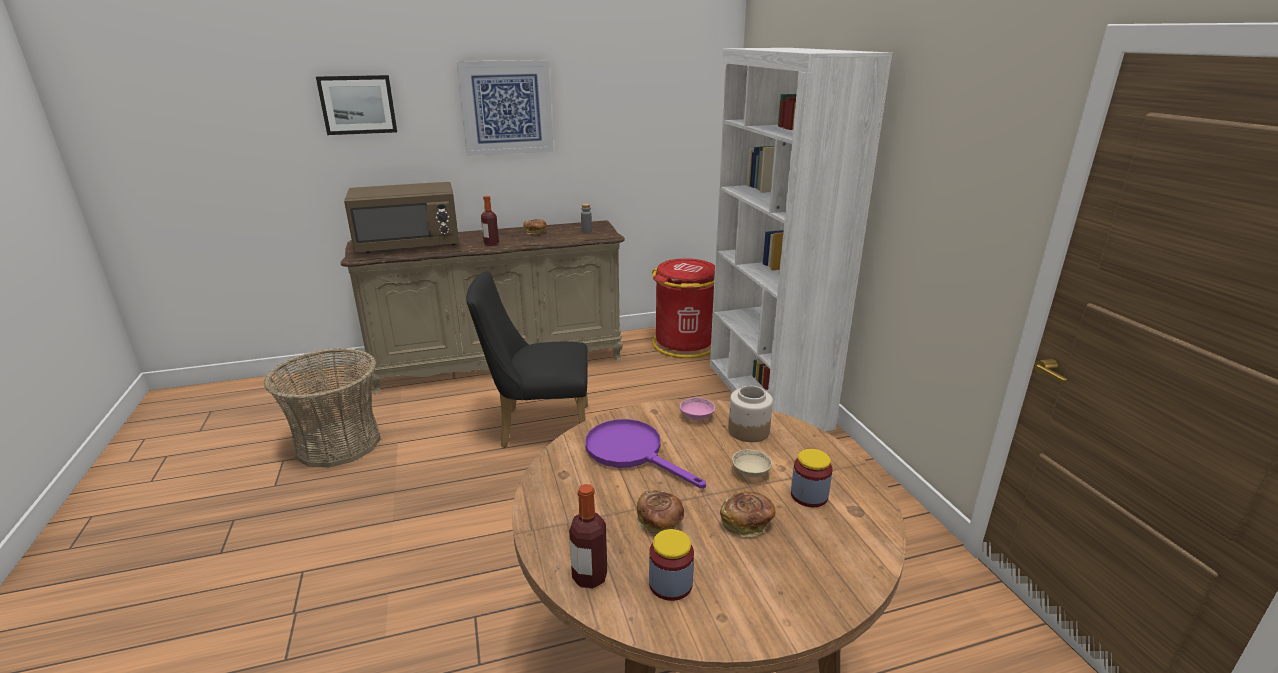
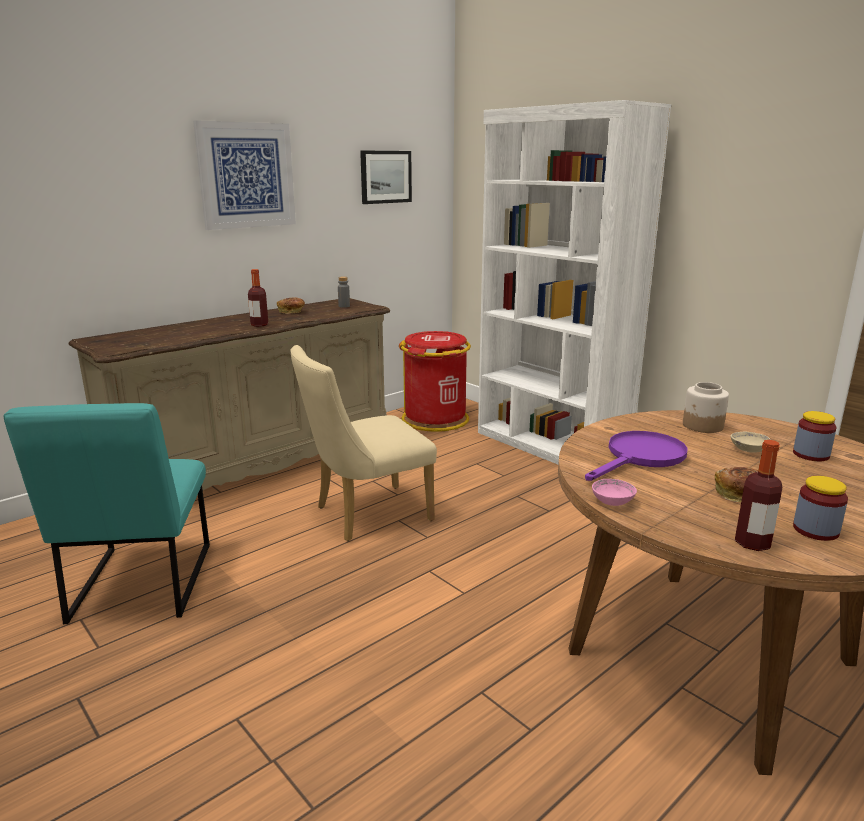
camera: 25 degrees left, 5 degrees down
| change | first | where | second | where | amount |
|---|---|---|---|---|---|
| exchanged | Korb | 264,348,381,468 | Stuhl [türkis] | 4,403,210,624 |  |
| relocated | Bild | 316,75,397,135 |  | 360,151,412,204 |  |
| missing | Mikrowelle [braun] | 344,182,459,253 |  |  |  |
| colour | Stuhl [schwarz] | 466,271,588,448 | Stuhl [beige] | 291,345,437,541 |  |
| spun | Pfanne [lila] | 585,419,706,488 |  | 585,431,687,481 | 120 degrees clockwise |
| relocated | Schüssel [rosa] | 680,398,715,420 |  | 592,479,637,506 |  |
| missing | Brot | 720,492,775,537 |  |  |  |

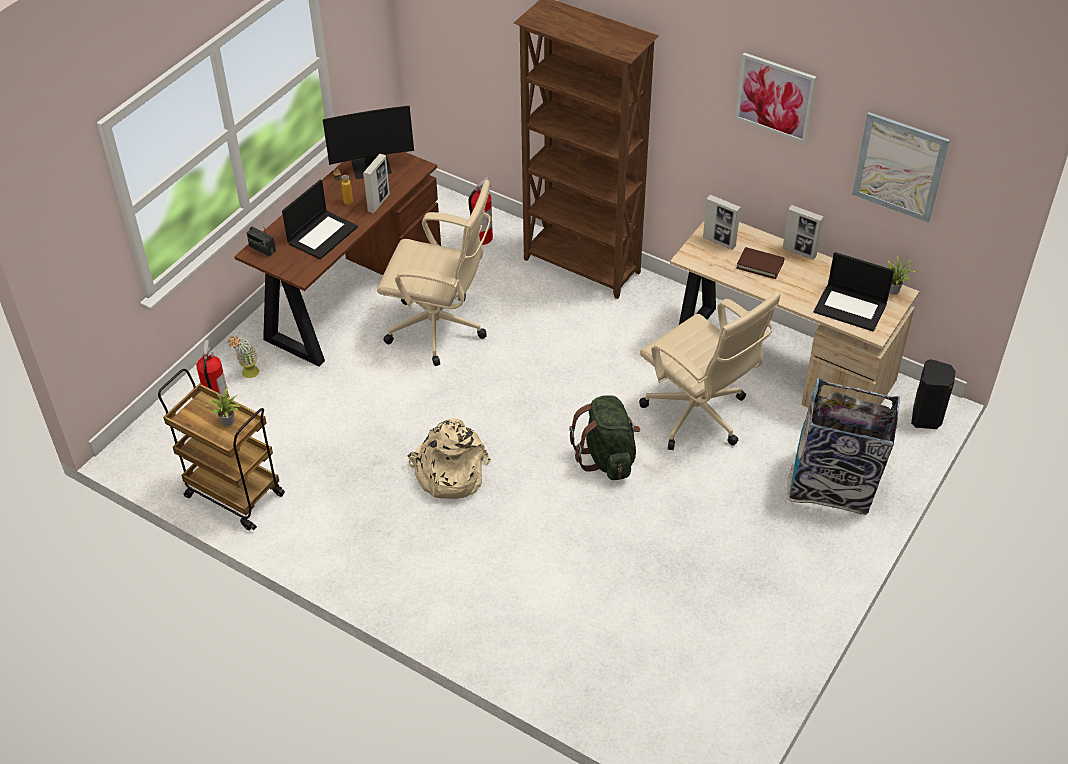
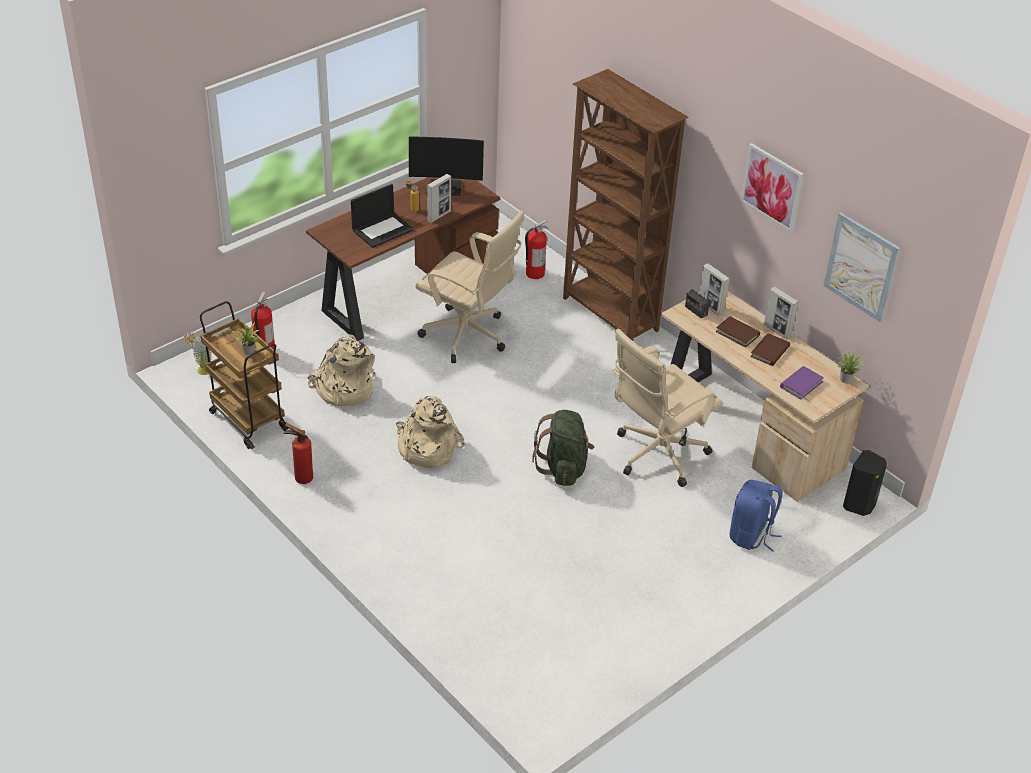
camera: 15 degrees right, 5 degrees down
| change | first | where | second | where | amount |
|---|---|---|---|---|---|
| relocated | Topfpflanze | 227,335,259,378 |  | 184,333,212,375 |  |
| relocated | Radio | 247,224,276,257 |  | 685,289,710,319 |  |
| spun | Bürostuhl [beige] | 639,291,781,450 |  | 612,329,723,487 | 75 degrees clockwise |
| exchanged | Mülleimer | 787,376,901,515 | Rucksack [blau] | 730,480,783,552 |  |
| exchanged | Laptop | 814,252,894,332 | Buch [lila] | 780,366,824,400 |  |
| appeared |  |  | Feuerlöscher | 283,423,313,484 |  |
| appeared |  |  | Rucksack [beige] | 308,334,376,406 |  |
| appeared |  |  | Buch [braun] | 750,333,790,366 |  |

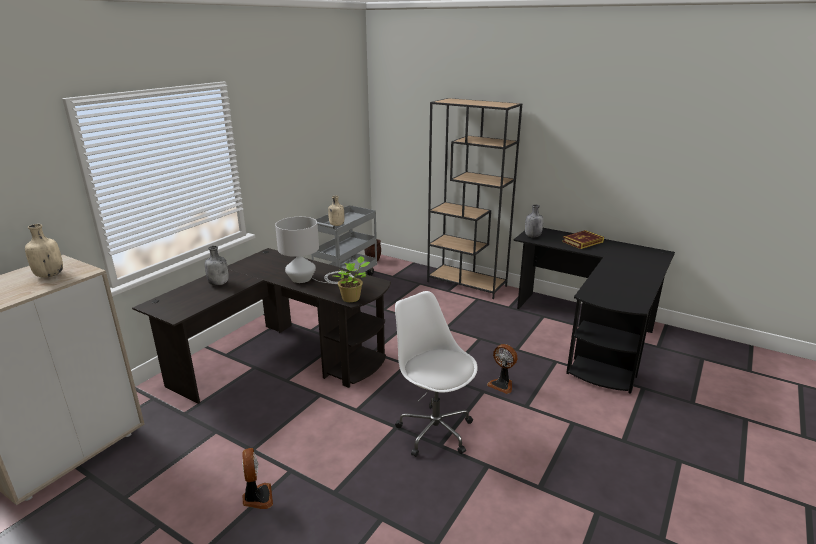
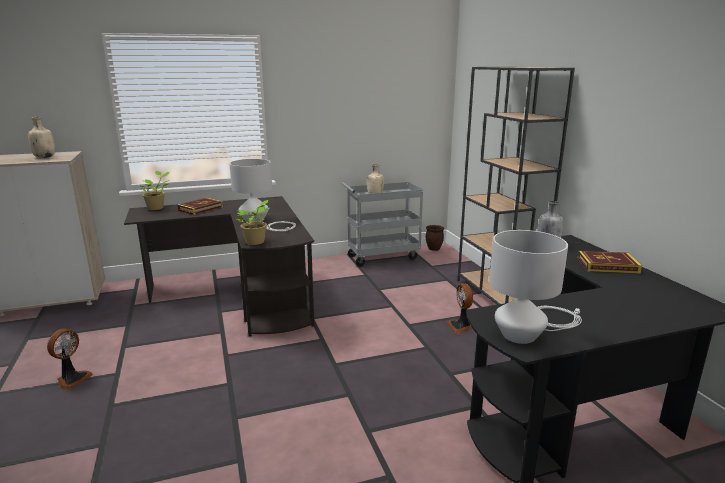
camera: 40 degrees right, 5 degrees down
| change | first | where | second | where | amount |
|---|---|---|---|---|---|
| exchanged | Flasche [grau] | 205,246,229,286 | Buch | 177,198,223,215 |  |
| missing | Bürostuhl [weiß] | 395,291,478,457 |  |  |  |
| relocated | Ventilator | 487,344,517,394 |  | 447,283,473,333 |  |
| appeared |  |  | Topfpflanze | 140,171,170,210 |  |
| appeared |  |  | Tischlampe [weiß] | 489,230,582,344 |  |

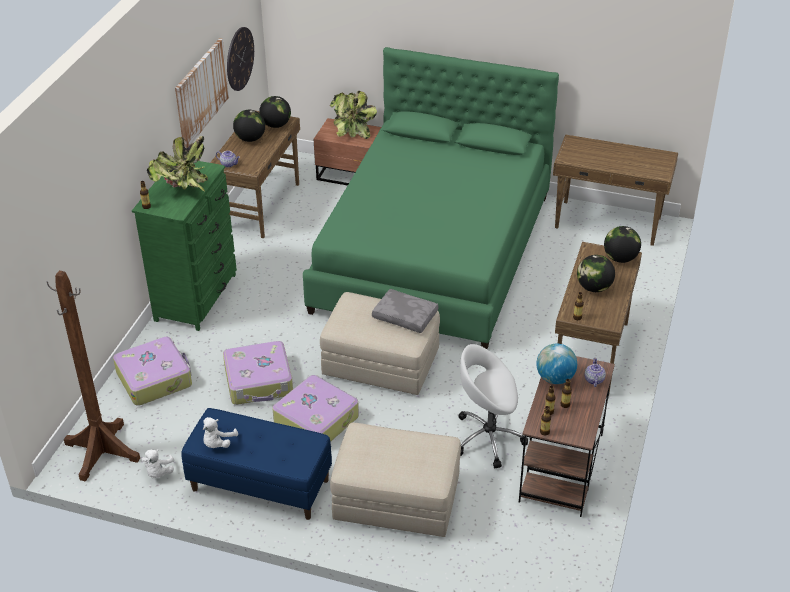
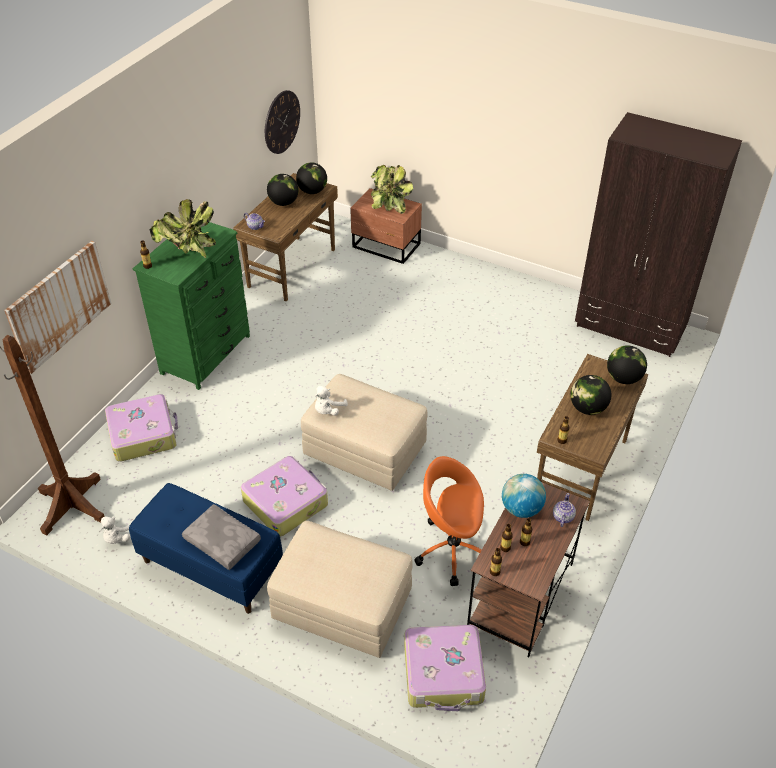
camera: 10 degrees right, 5 degrees up
| change | first | where | second | where | amount |
|---|---|---|---|---|---|
| relocated | Bild | 175,38,229,148 |  | 4,241,112,374 |  |
| relocated | Plüschtier [weiß] | 203,417,238,448 |  | 315,386,348,416 |  |
| relocated | Koffer | 223,341,293,405 |  | 404,625,486,711 |  |
| missing | Bett [grün] | 303,47,559,349 |  |  |  |
| relocated | Kissen [grau] | 372,289,439,333 |  | 182,504,261,570 |  |
| colour | Bürostuhl [weiß] | 458,344,528,468 | Bürostuhl [orange] | 415,456,484,586 |  |
| exchanged | Konsolentisch [braun] | 553,135,678,246 | Kleiderschrank [braun] | 575,112,742,357 |  |

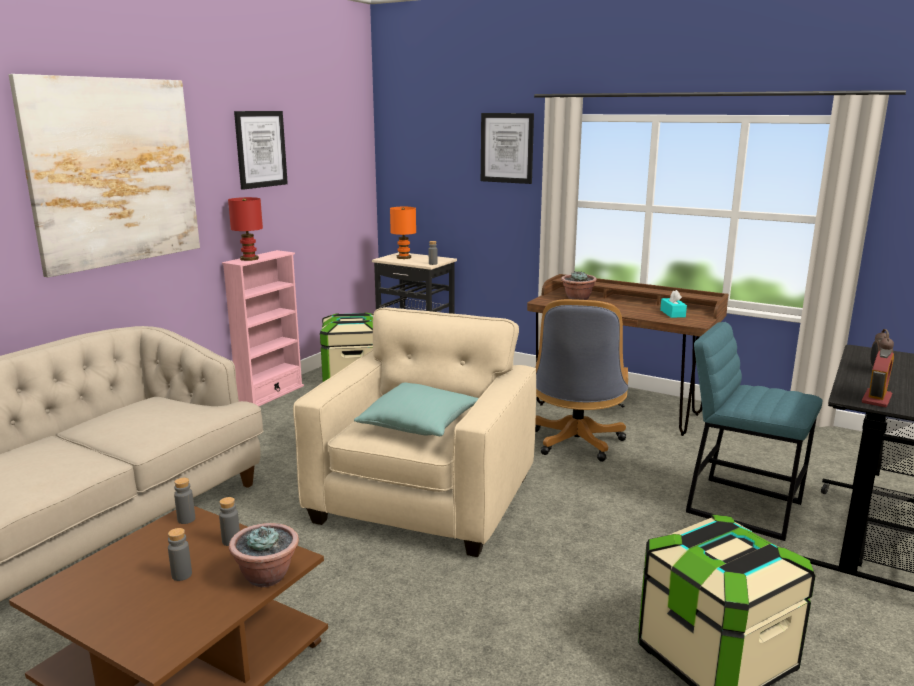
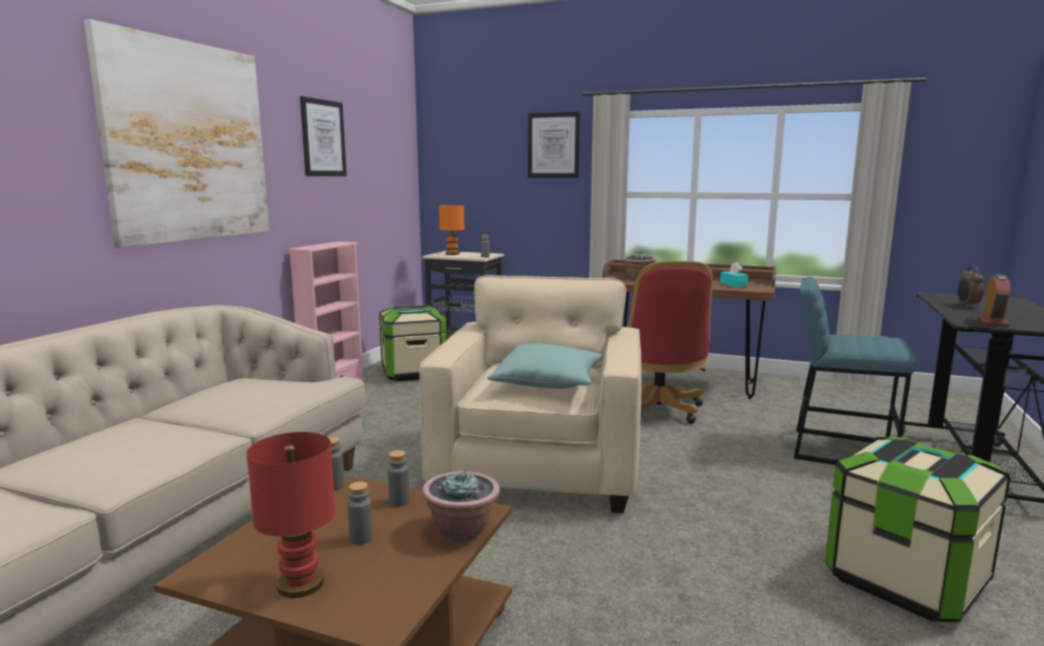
camera: 10 degrees left, 5 degrees down
| change | first | where | second | where | amount |
|---|---|---|---|---|---|
| relocated | Tischlampe [rot] | 228,197,263,261 |  | 246,432,336,598 |  |
| colour | Bürostuhl [blau] | 535,299,628,462 | Bürostuhl [rot] | 627,261,713,424 |  |

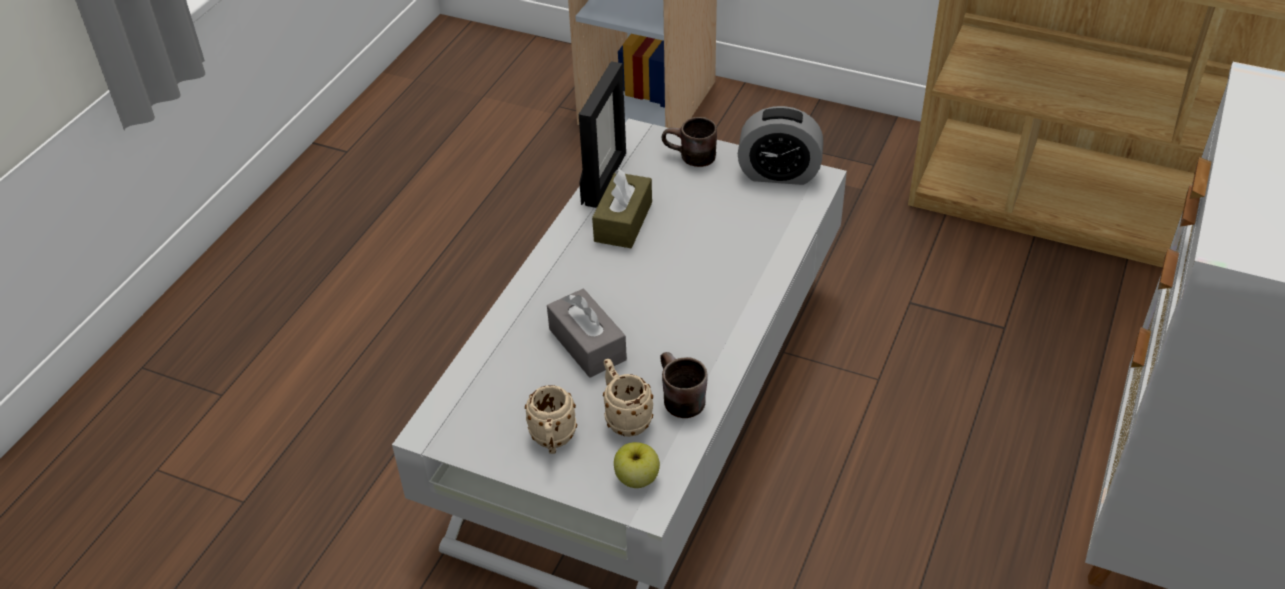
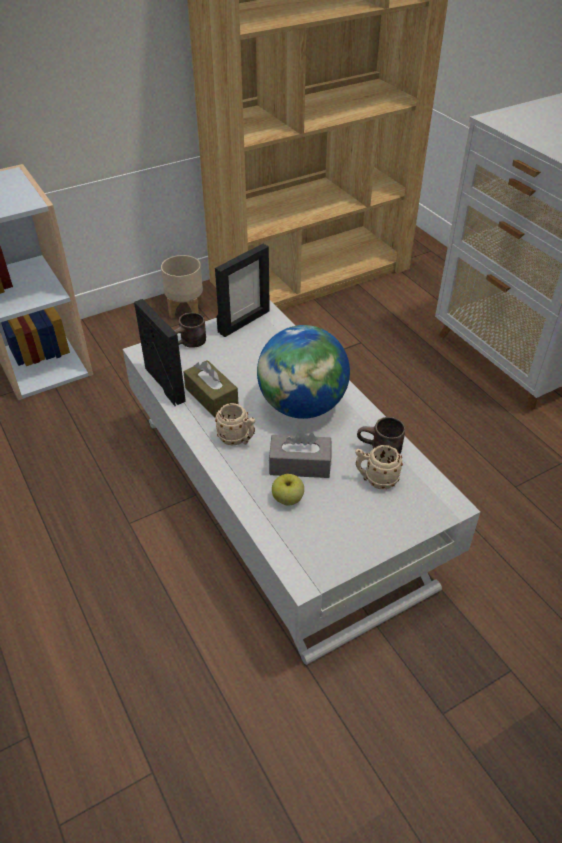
camera: 55 degrees left, 0 degrees up
| change | first | where | second | where | amount |
|---|---|---|---|---|---|
| relocated | Henkelbecher [beige] | 525,385,577,454 |  | 215,403,255,445 |  |
| relocated | Apfel | 614,442,660,488 |  | 272,474,304,505 |  |
| exchanged | Wecker | 738,106,823,185 | Bilderrahmen | 215,244,270,337 |  |
| appeared |  |  | Pflanzkübel [beige] | 161,255,203,319 |  |
| appeared |  |  | Globus | 257,325,350,419 |  |

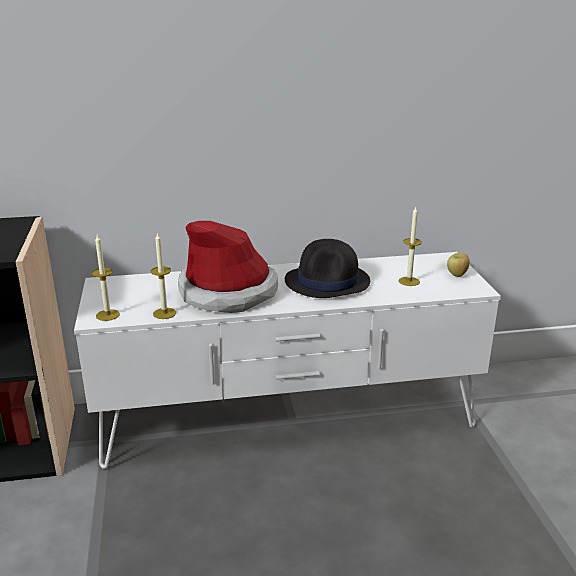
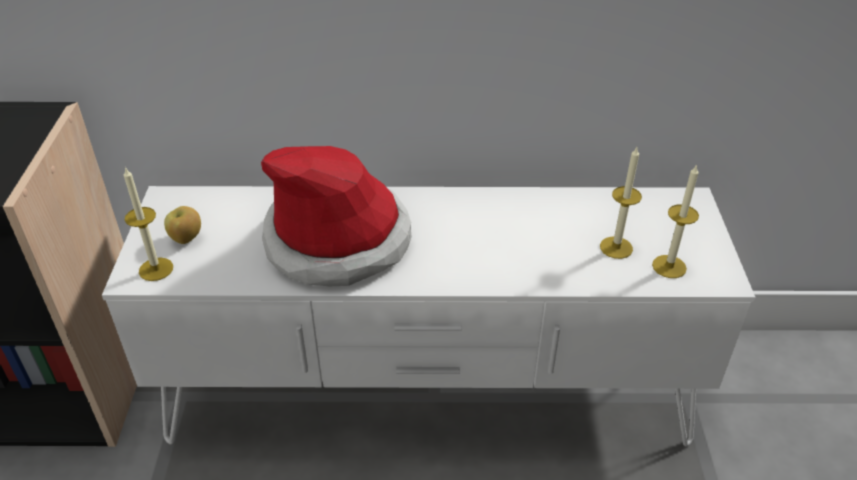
camera: 10 degrees right, 15 degrees up
| change | first | where | second | where | amount |
|---|---|---|---|---|---|
| relocated | Kerze | 151,232,176,319 |  | 652,164,699,278 |  |
| missing | Hut [schwarz] | 285,239,370,298 |  |  |  |
| relocated | Apfel | 447,253,470,277 |  | 164,206,201,244 |  |

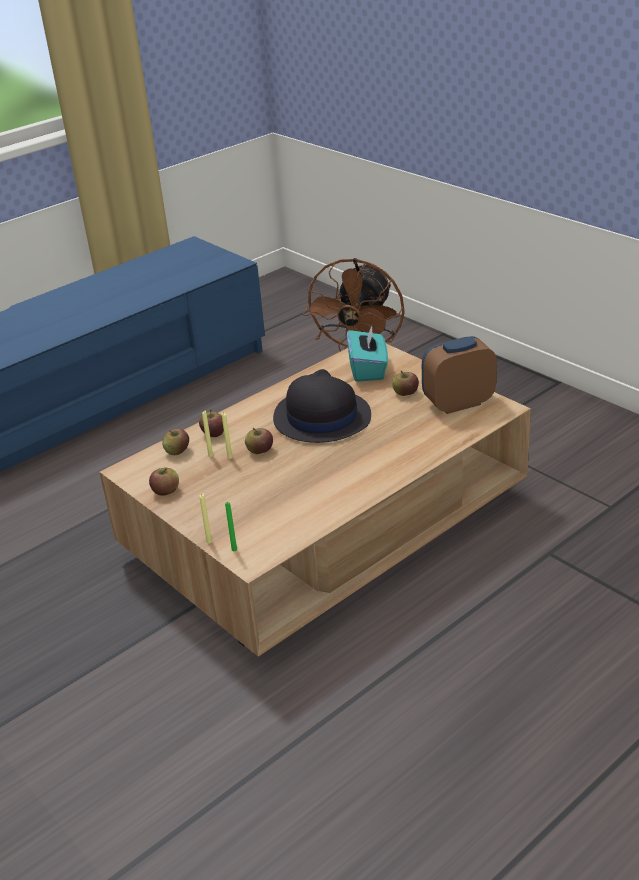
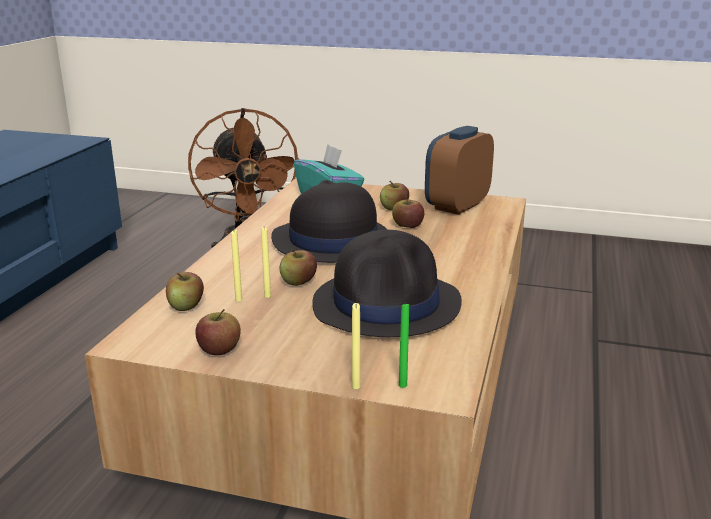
camera: 35 degrees left, 10 degrees down
| change | first | where | second | where | amount |
|---|---|---|---|---|---|
| relocated | Apfel | 199,409,224,437 |  | 392,196,424,228 |  |
| appeared |  |  | Hut [schwarz] | 312,230,462,337 |  |

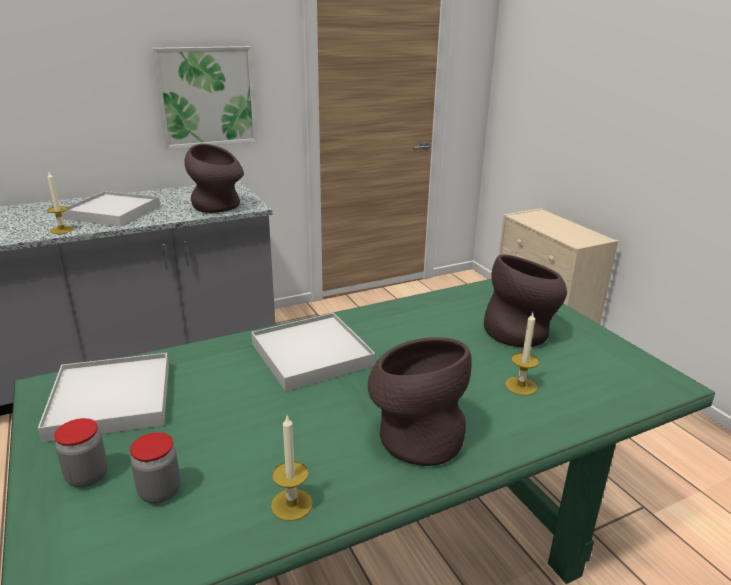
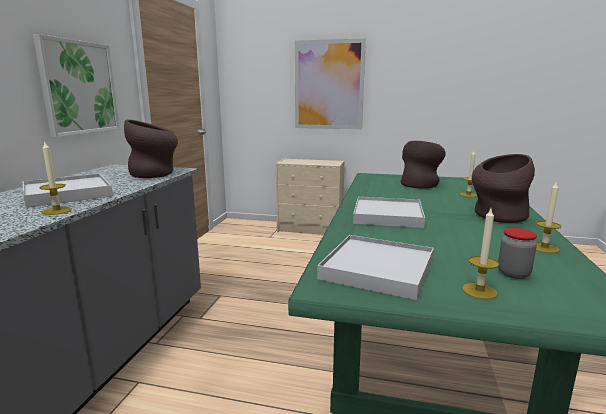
camera: 50 degrees left, 10 degrees down
| change | first | where | second | where | amount |
|---|---|---|---|---|---|
| exchanged | Vorratsglas | 54,418,108,487 | Kerze | 462,208,499,299 |  |
| appeared |  |  | Bild | 295,38,366,129 |  |

